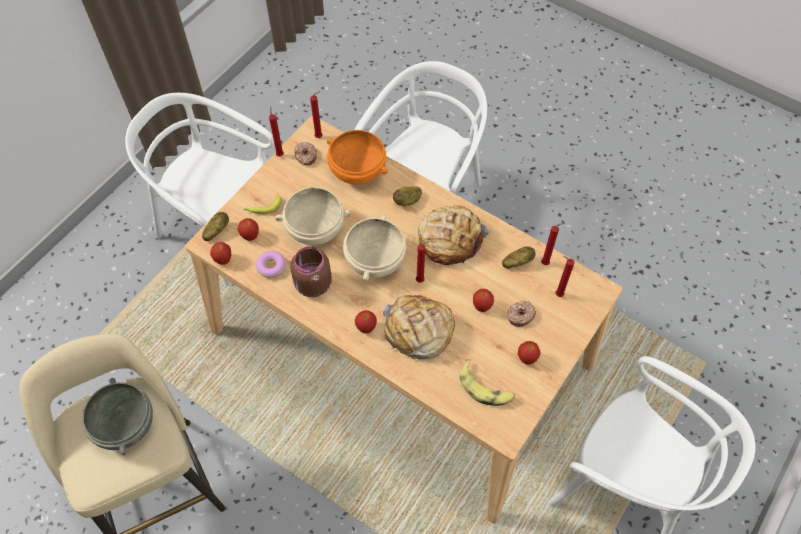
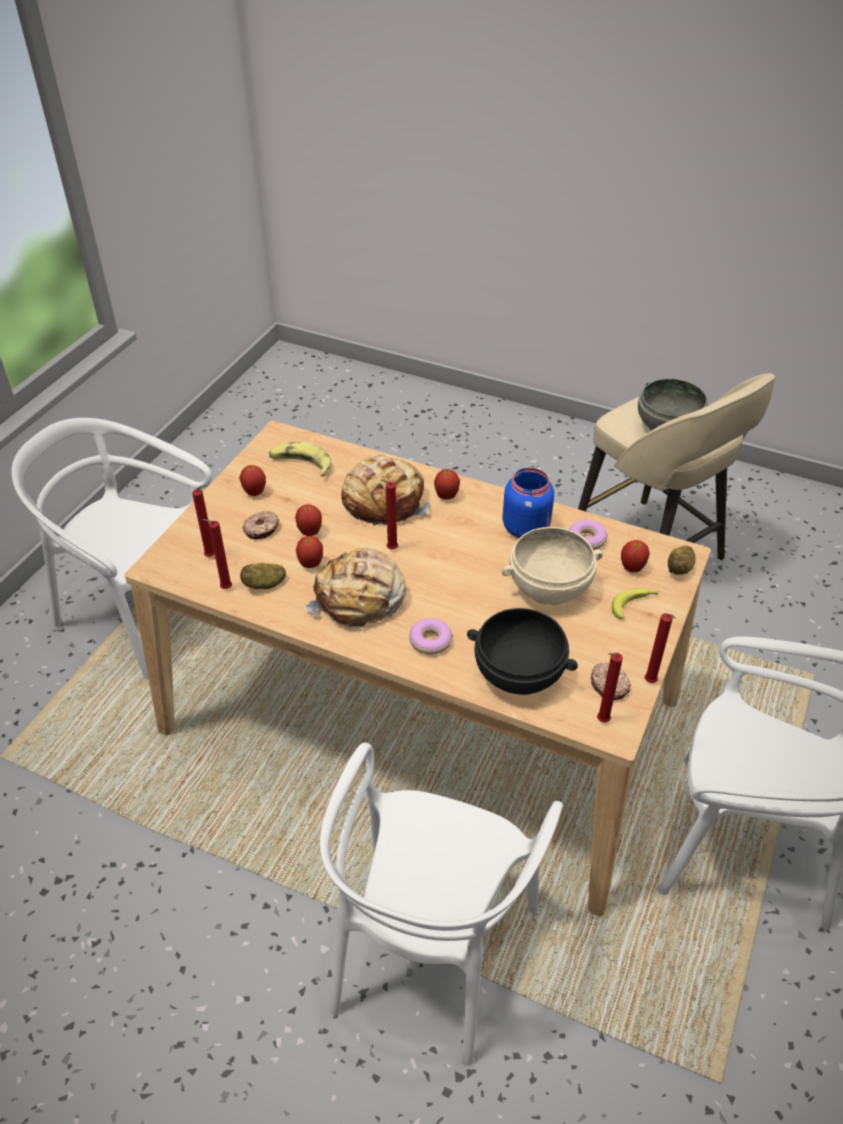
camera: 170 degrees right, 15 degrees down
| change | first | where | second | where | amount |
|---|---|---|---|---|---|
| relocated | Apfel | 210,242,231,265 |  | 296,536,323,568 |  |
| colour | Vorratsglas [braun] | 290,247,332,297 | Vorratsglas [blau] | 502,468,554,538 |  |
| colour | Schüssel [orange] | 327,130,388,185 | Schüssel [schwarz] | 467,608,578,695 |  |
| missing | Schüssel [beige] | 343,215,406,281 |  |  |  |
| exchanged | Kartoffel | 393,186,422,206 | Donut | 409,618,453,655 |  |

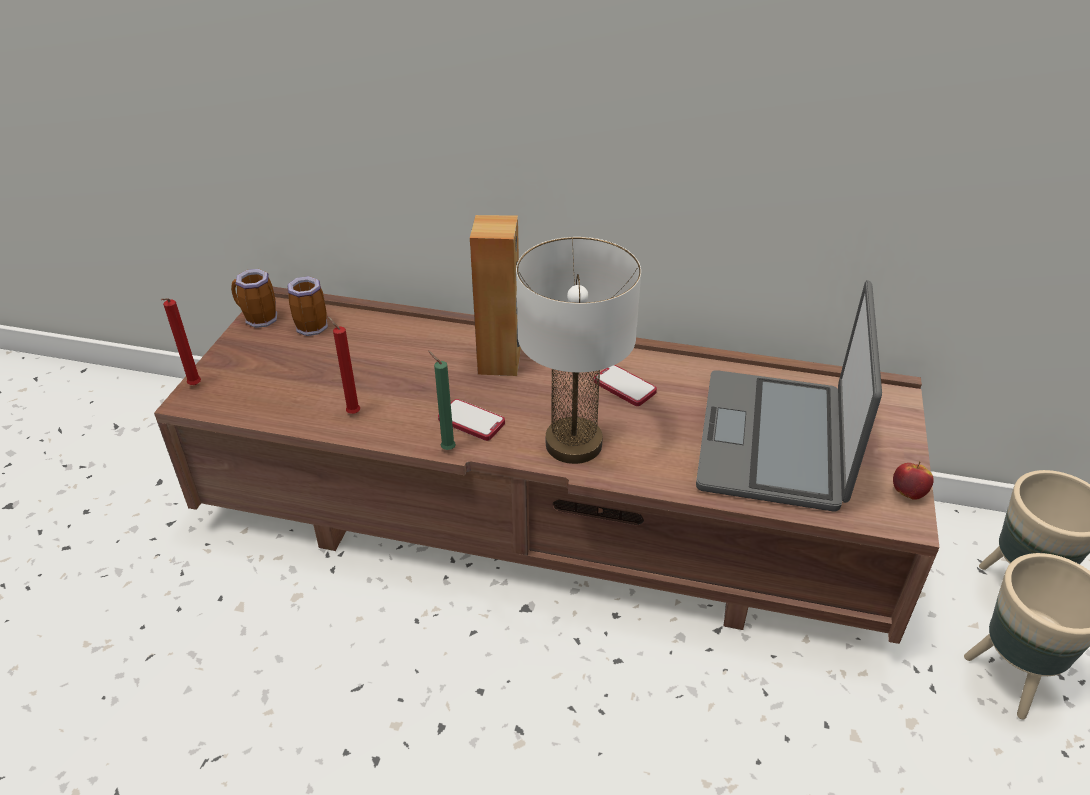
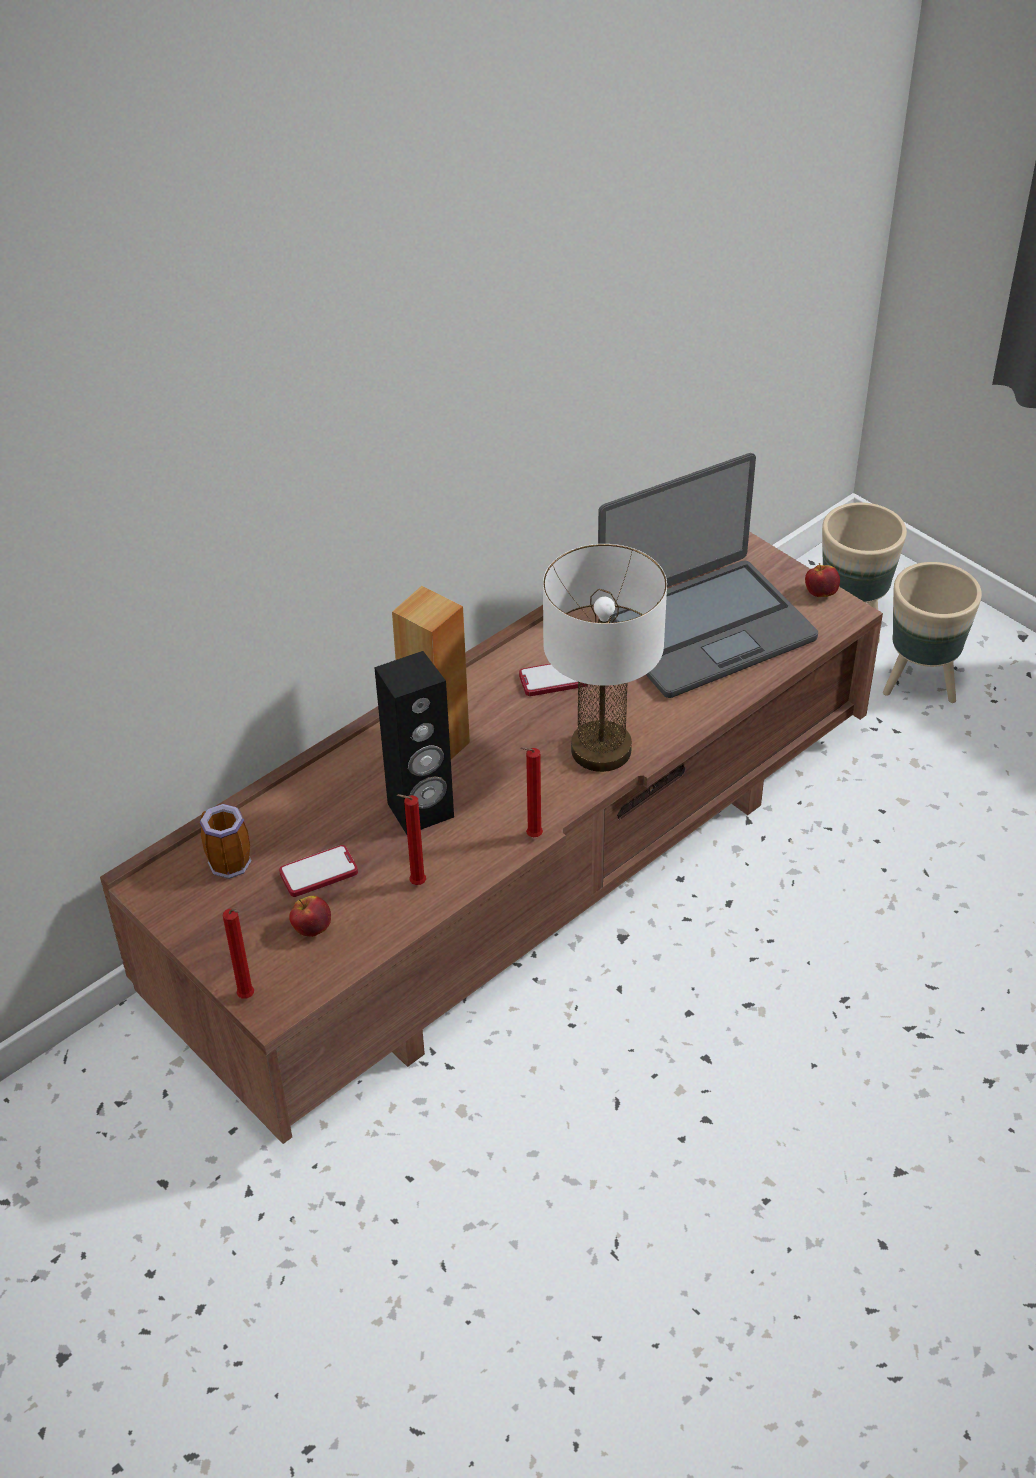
camera: 55 degrees left, 5 degrees up
| change | first | where | second | where | amount |
|---|---|---|---|---|---|
| missing | Henkelbecher | 231,269,277,328 |  |  |  |
| colour | Kerze [grün] | 428,351,456,450 | Kerze [rot] | 521,747,543,837 |  |
| relocated | Handy | 438,399,505,441 |  | 279,845,358,897 |  |
| spun | Laptop | 696,280,882,512 |  | 598,453,818,698 | 75 degrees counterclockwise |
| appeared |  |  | Apfel | 289,896,331,937 |  |
| appeared |  |  | Lautsprecher [schwarz] | 374,651,454,835 |  |

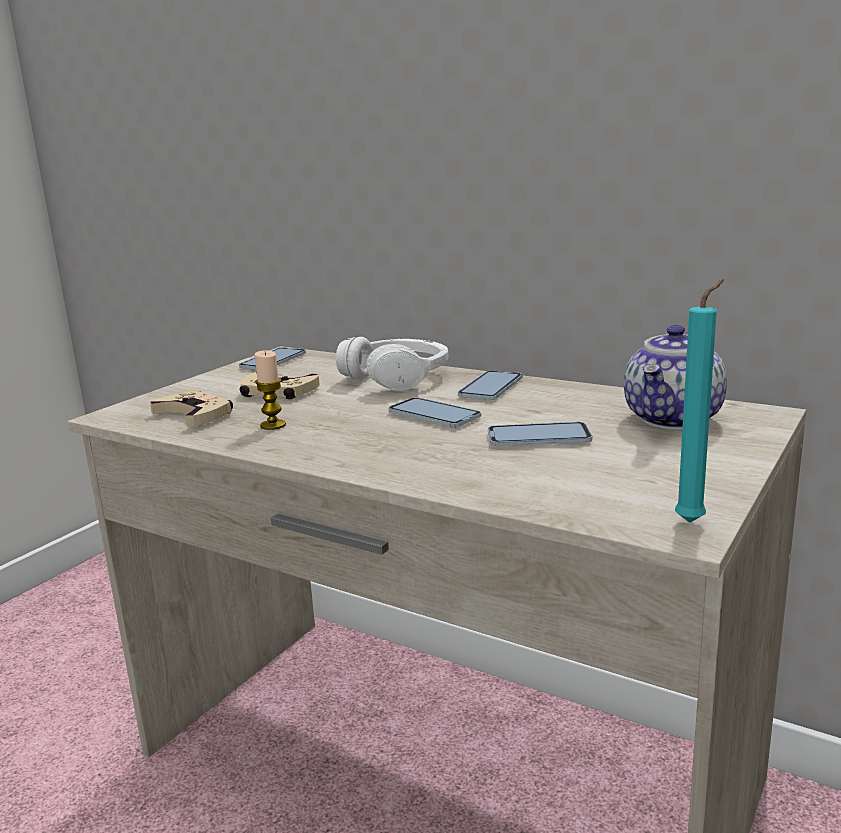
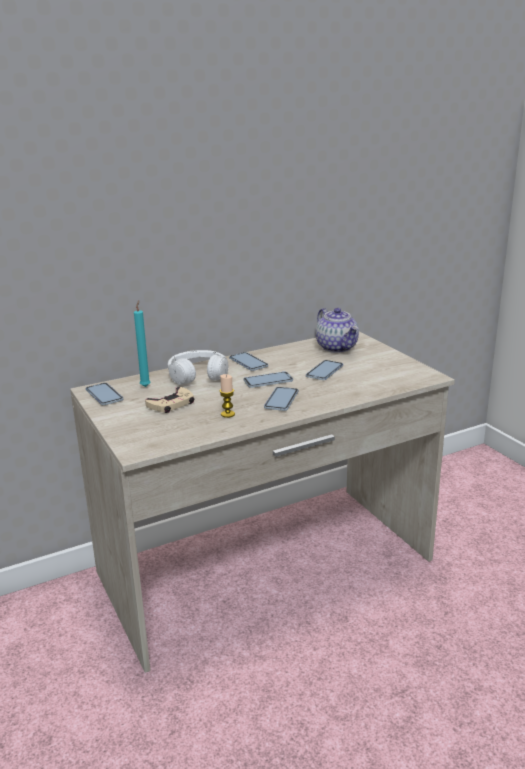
camera: 60 degrees left, 5 degrees up
| change | first | where | second | where | amount |
|---|---|---|---|---|---|
| missing | Gamepad [beige] | 150,391,233,426 |  |  |  |
| relocated | Kerze [türkis] | 675,279,724,523 |  | 134,300,151,387 |  |
| appeared |  |  | Handy | 264,387,298,411 |  |

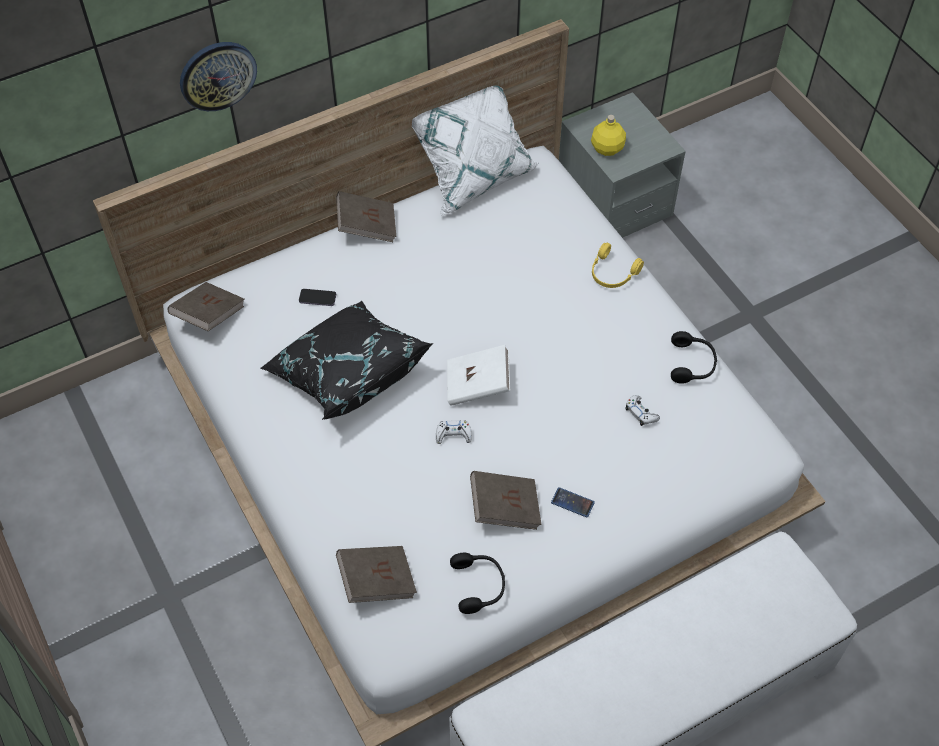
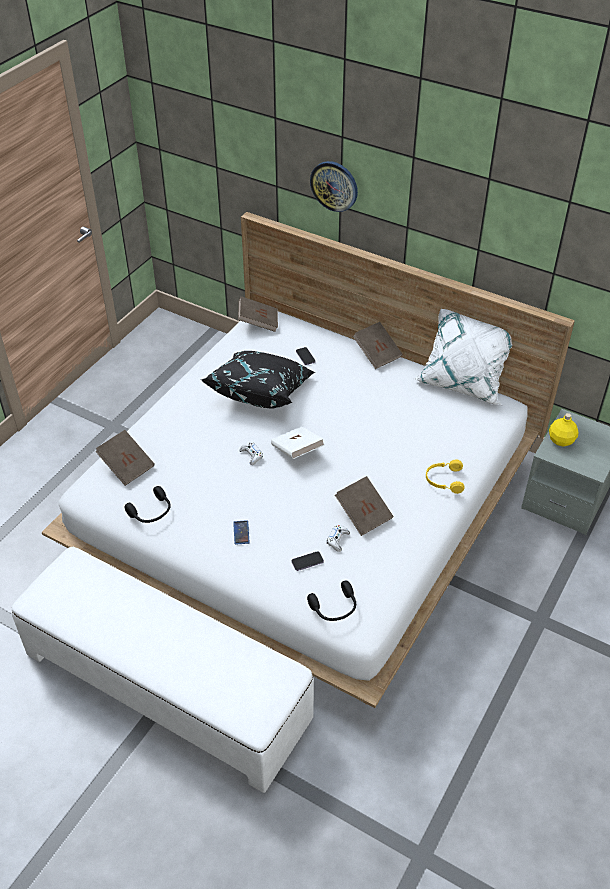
camera: 60 degrees right, 10 degrees down
| change | first | where | second | where | amount |
|---|---|---|---|---|---|
| relocated | Buch [braun] | 470,471,542,530 |  | 335,476,394,536 |  |
| relocated | Kopfhörer [schwarz] | 671,331,717,384 |  | 307,580,356,621 |  |
| appeared |  |  | Handy | 292,551,324,571 |  |

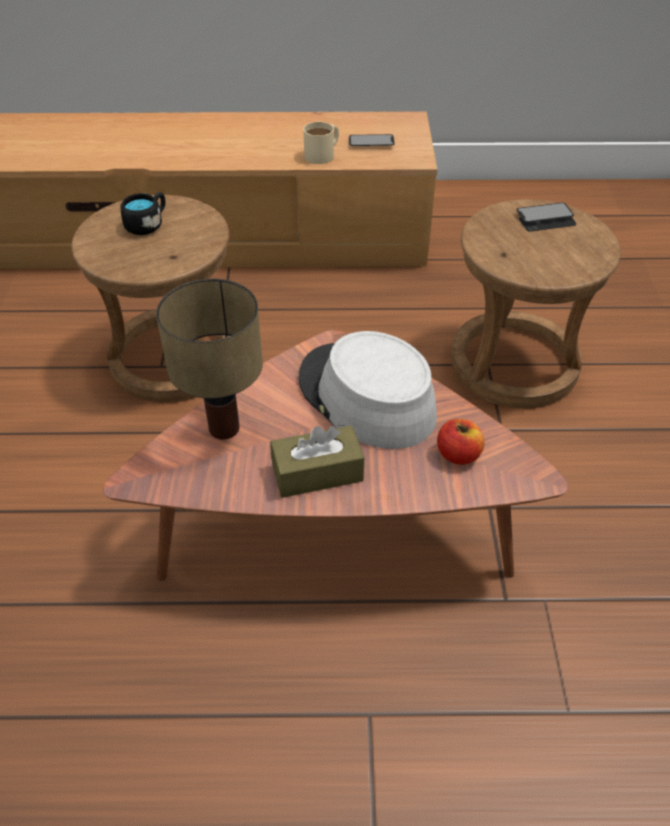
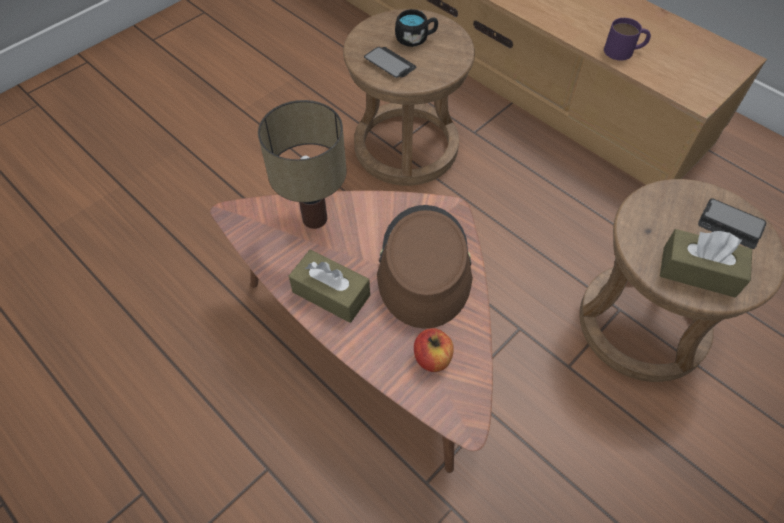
camera: 45 degrees right, 10 degrees up
| change | first | where | second | where | amount |
|---|---|---|---|---|---|
| colour | Hut [grau] | 299,331,437,449 | Hut [braun] | 377,205,473,329 |  |
| colour | Henkelbecher [beige] | 303,122,339,164 | Henkelbecher [lila] | 604,18,651,61 |  |
| relocated | Handy | 349,134,395,146 |  | 364,47,417,78 |  |
| appeared |  |  | Taschentuchbox [braun] | 660,229,752,298 |  |

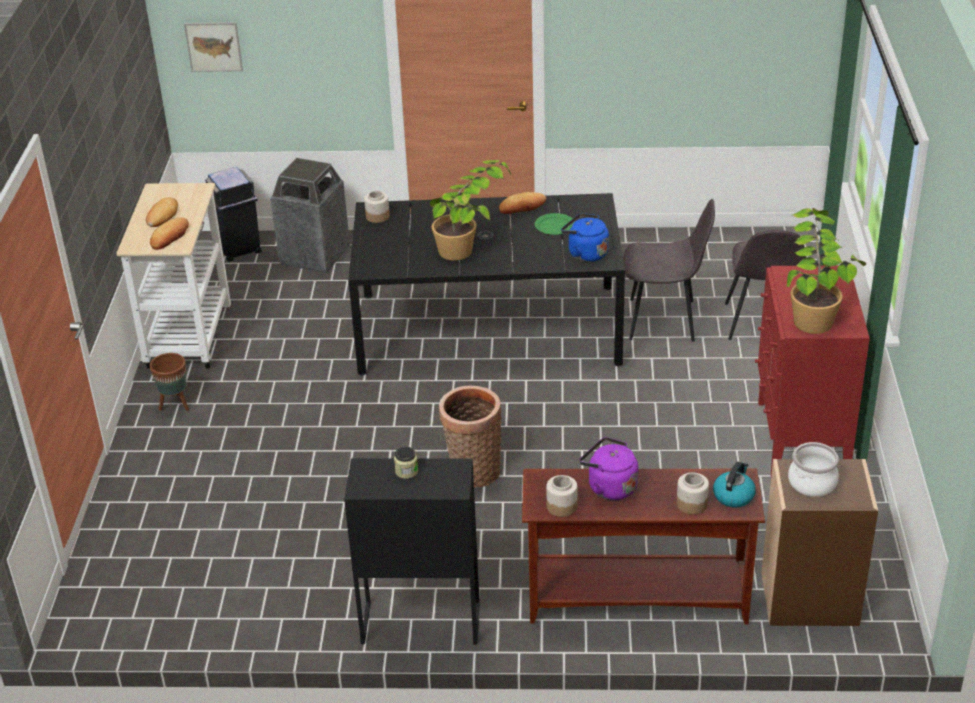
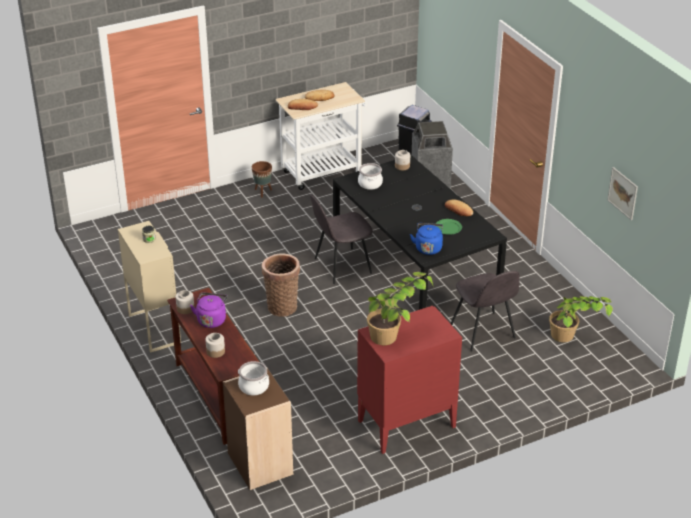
camera: 60 degrees right, 0 degrees up
| change | first | where | second | where | amount |
|---|---|---|---|---|---|
| relocated | Bild | 184,22,243,72 |  | 607,167,638,220 |  |
| colour | Schrank [schwarz] | 344,458,480,645 | Schrank [beige] | 118,221,181,353 |  |
| relocated | Topfpflanze | 430,160,511,261 |  | 549,296,613,342 |  |
| missing | Wasserkessel | 713,462,756,508 |  |  |  |
| relocated | Stuhl [grau] | 725,230,806,340 |  | 310,194,373,284 |  |
| appeared |  |  | Kochtopf | 358,163,383,190 |  |

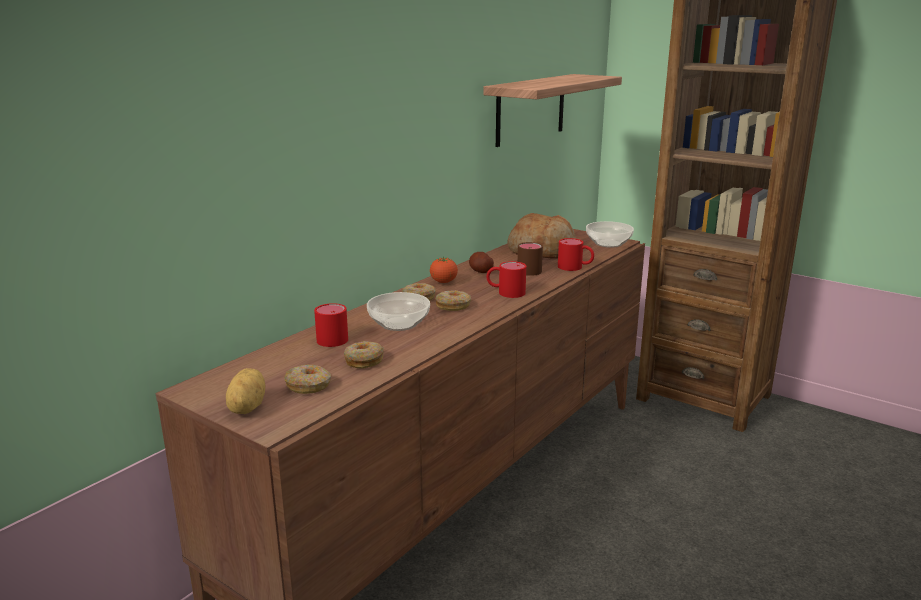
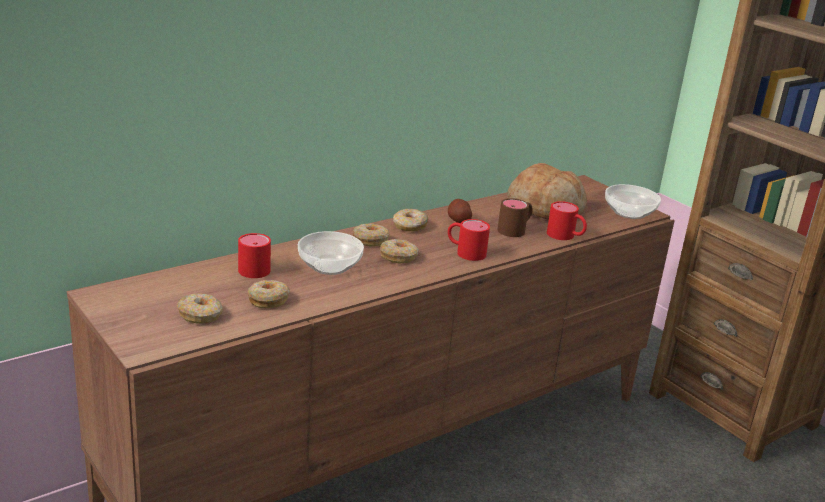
camera: 15 degrees right, 5 degrees up
| change | first | where | second | where | amount |
|---|---|---|---|---|---|
| missing | Kartoffel | 226,368,265,414 |  |  |  |
| exchanged | Tomate | 430,256,458,283 | Donut | 393,209,428,231 |  |
| missing | Wandregal | 483,74,622,147 |  |  |  |

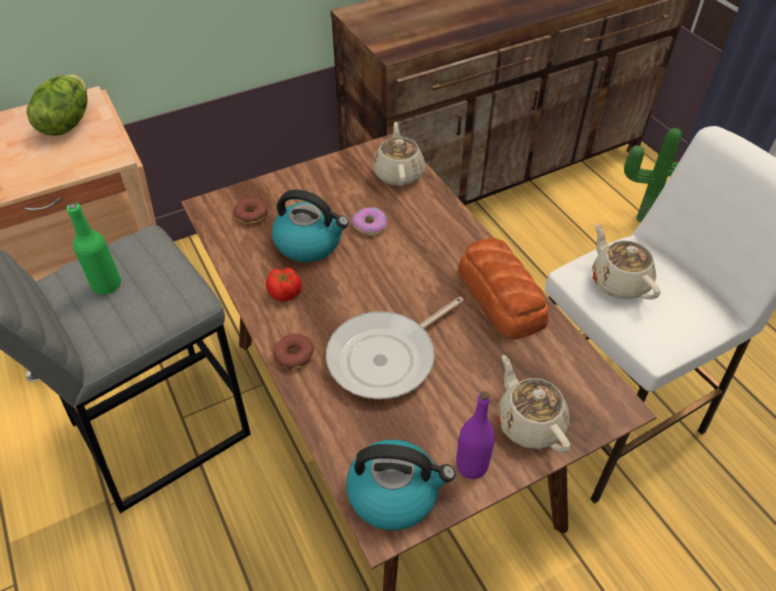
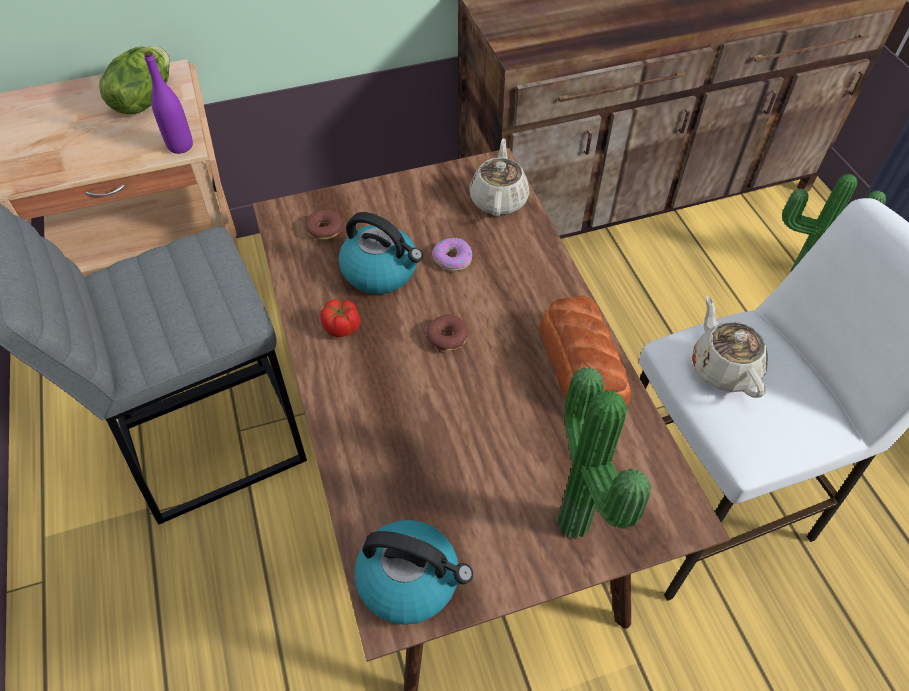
camera: 10 degrees right, 5 degrees up
| change | first | where | second | where | amount |
|---|---|---|---|---|---|
| missing | Flasche [grün] | 67,203,121,295 |  |  |  |
| relocated | Donut | 273,333,314,371 |  | 426,314,468,352 |  |
| missing | Pfanne | 326,297,464,399 |  |  |  |
| relocated | Flasche [lila] | 456,391,495,479 |  | 144,51,193,154 |  |
| exchanged | Teekanne [beige] | 497,355,570,453 | Topfpflanze | 557,367,651,539 |  |

